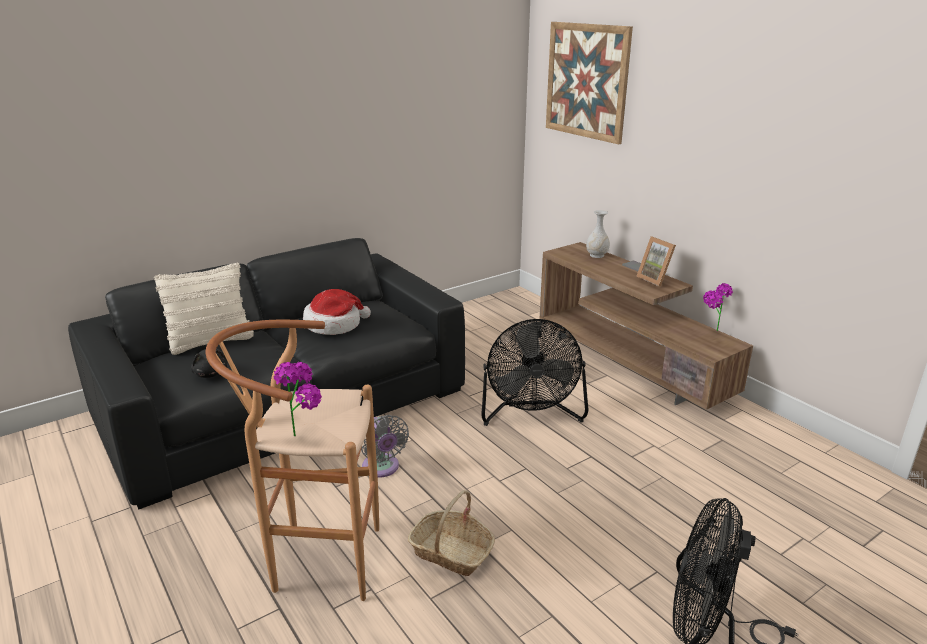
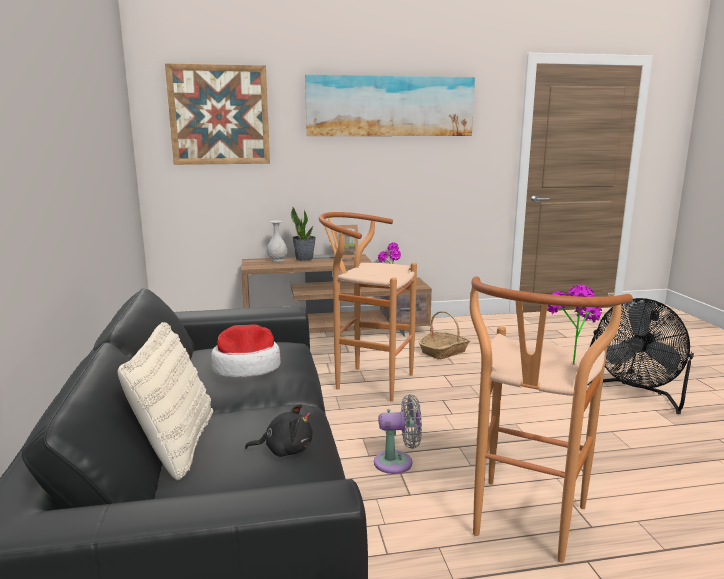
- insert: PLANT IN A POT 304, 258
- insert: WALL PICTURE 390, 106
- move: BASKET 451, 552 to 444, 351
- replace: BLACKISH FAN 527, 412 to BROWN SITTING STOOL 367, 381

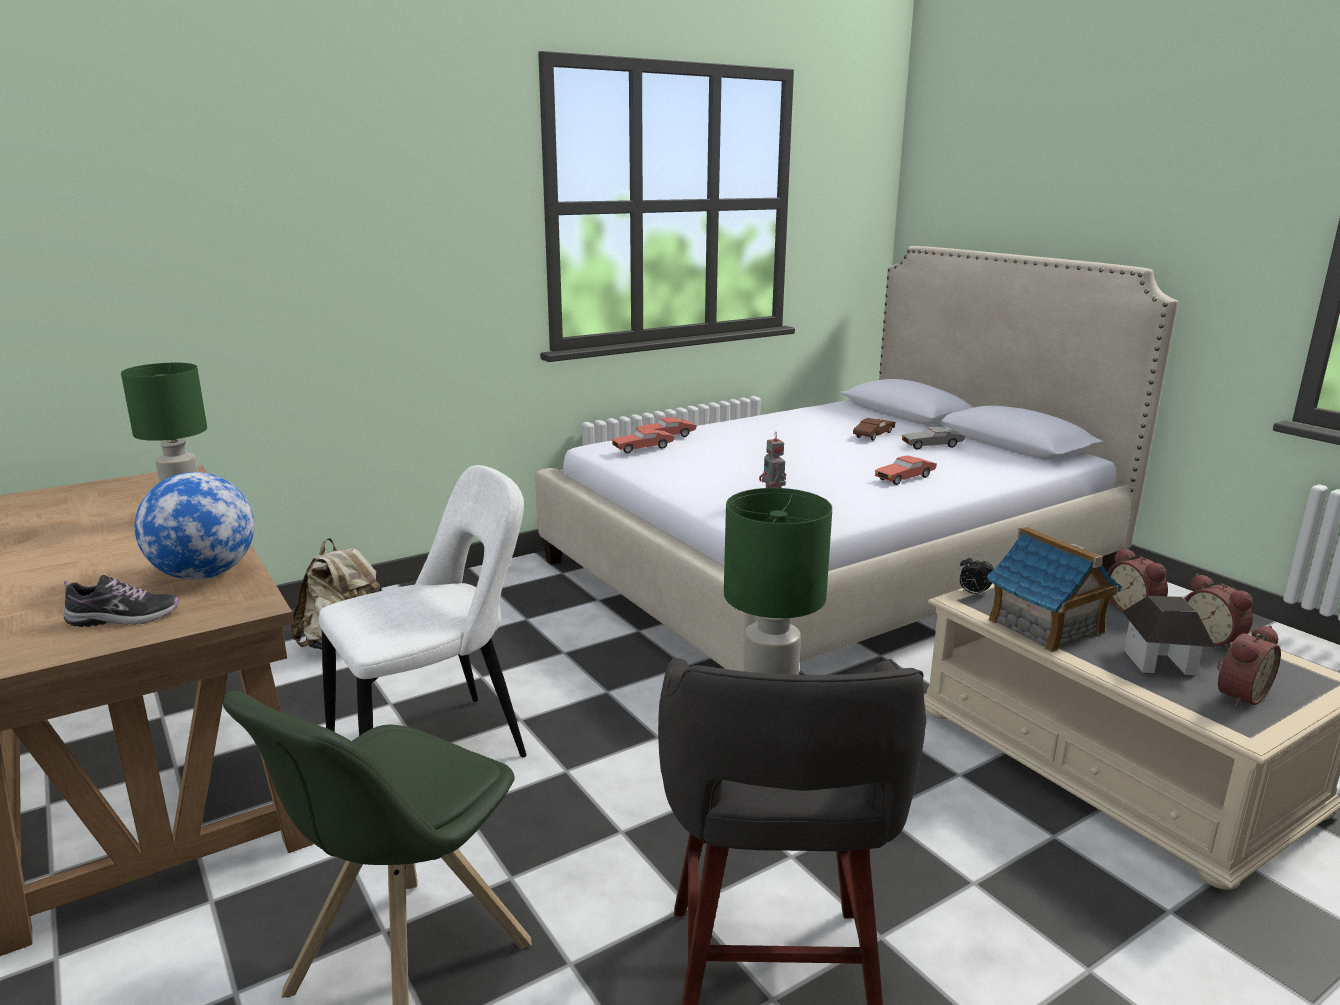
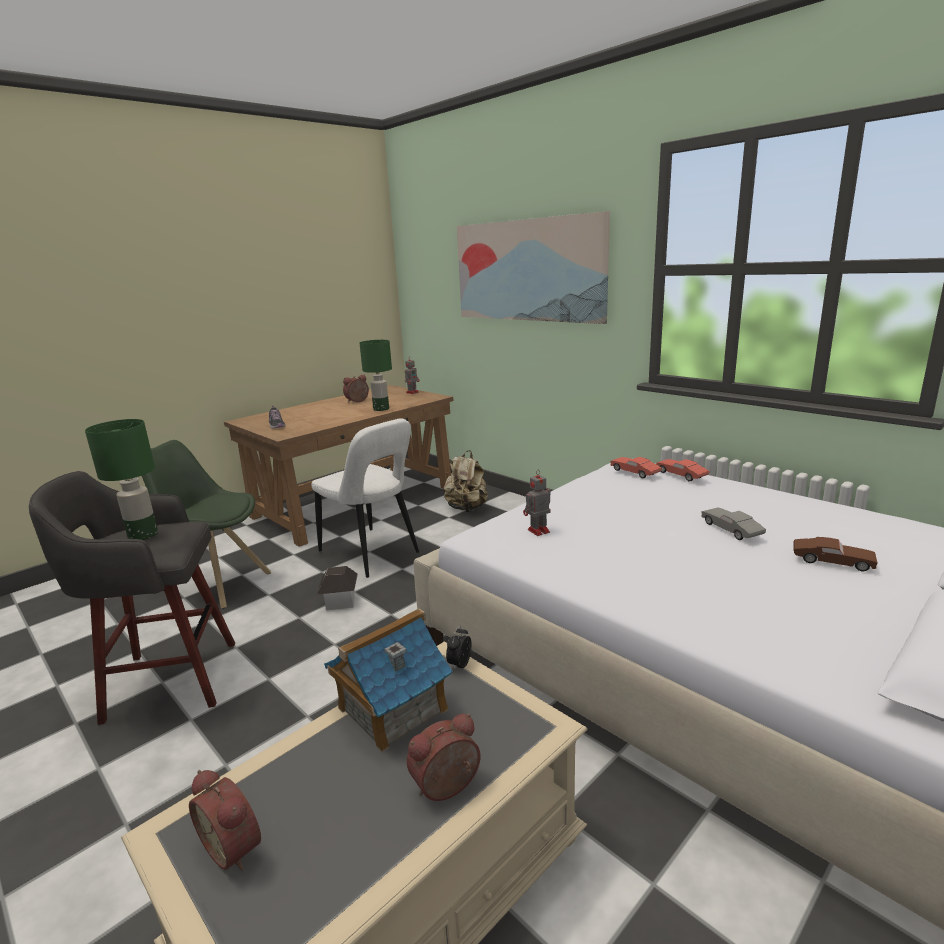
- delete: DESK GLOBE 205, 575
- delete: RED MODEL CAR 905, 478
- insert: TOY ROBOT 412, 392
- insert: WALL PICTURE 527, 270
- move: GREYISH MODEL CAR 932, 446 to 731, 530
- move: MINIATURE HOUSE 1159, 662 to 340, 601
- move: ALARM CLOCK 1212, 640 to 358, 401

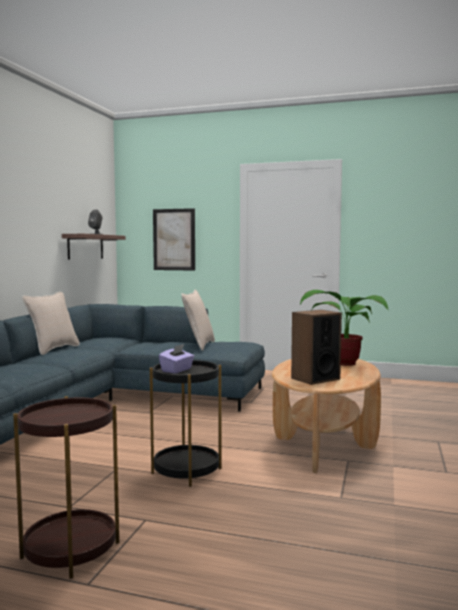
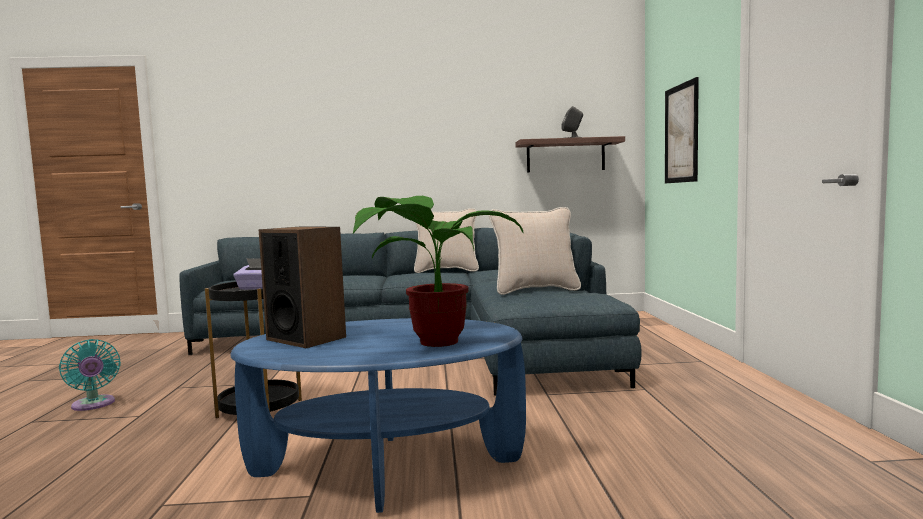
- replace: BROWN ACCENT TABLE 70, 550 to TURQUOISE FAN 93, 405
- recolor: BROWN COFFEE TABLE 324, 443 to BLUISH COFFEE TABLE 386, 468

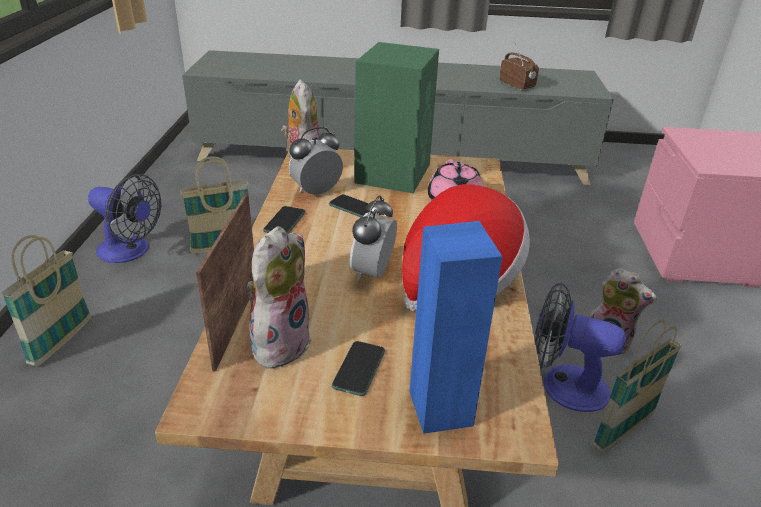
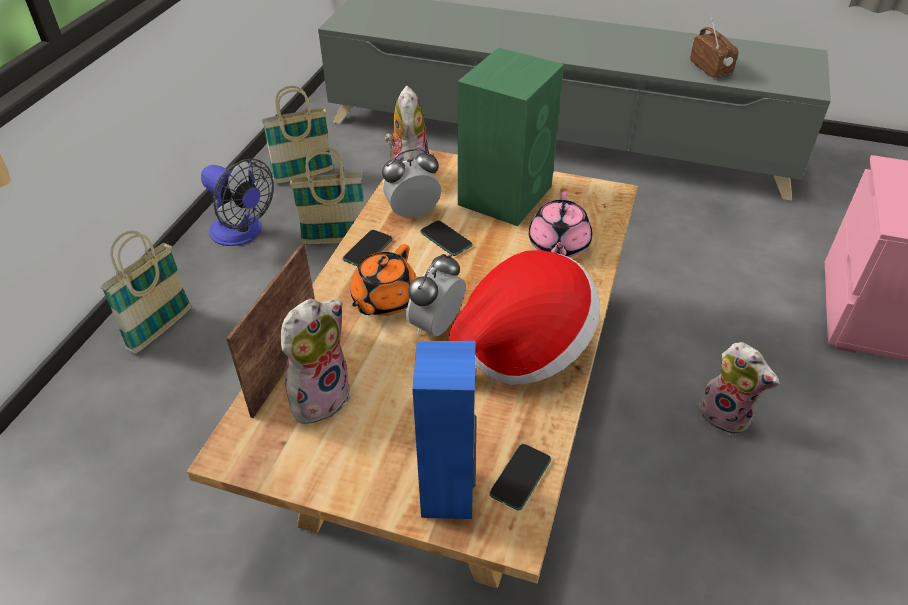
- delete: FAN 563, 384
- insert: ORANGE-COLOURED TEA POT 384, 300
- move: HANDSET 359, 369 to 520, 477
- move: BASKET 623, 430 to 303, 175

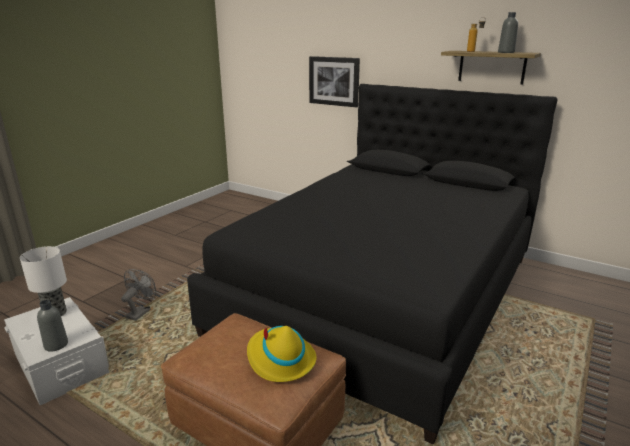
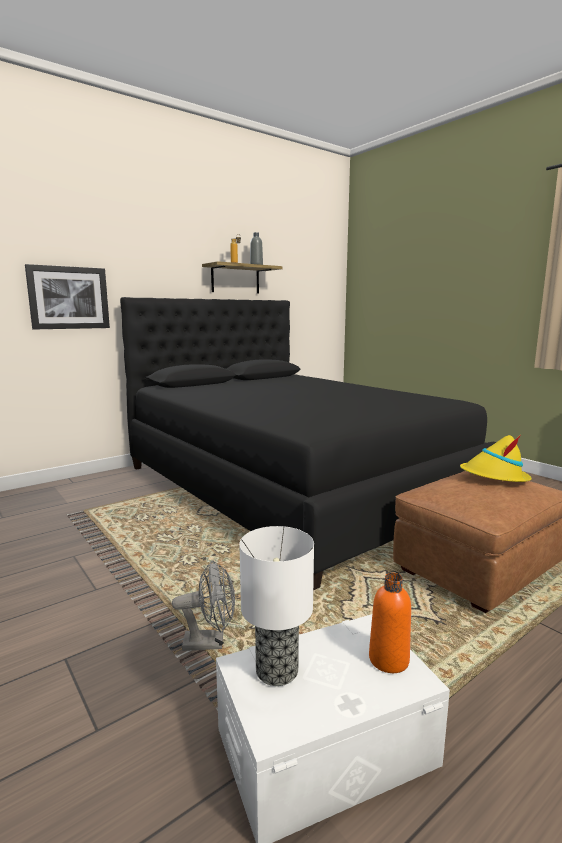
- recolor: GREYISH BEVERAGE BOTTLE 56, 345 to ORANGE-COLOURED BEVERAGE BOTTLE 388, 659
- rotate: GREYISH FAN 140, 312 = 210, 642 135 degrees clockwise

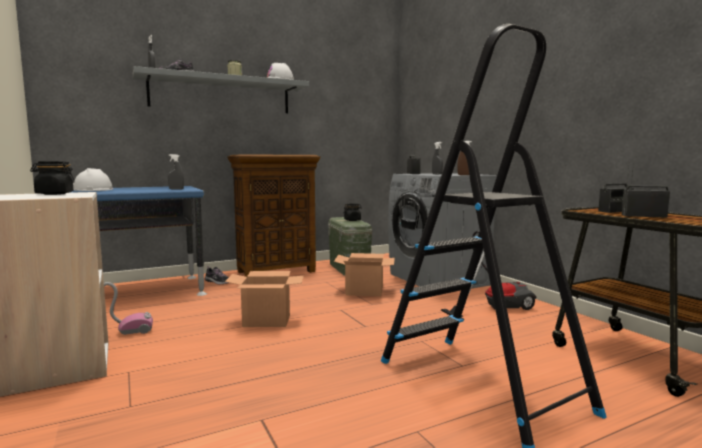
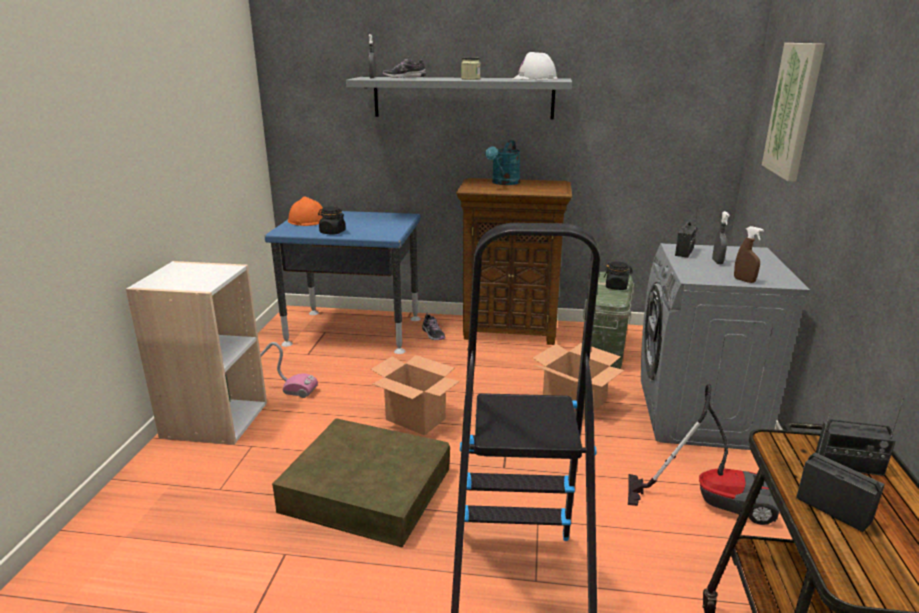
- delete: GREYISH SPRAY BOTTLE 176, 189
- insert: BROWN STORAGE BIN 366, 489
- insert: TURQUOISE WATERING POT 503, 183
- insert: WALL PICTURE 794, 110
- move: BLACKISH JAR 54, 194 to 332, 232
- recolor: WHITE HARD HAT 92, 190 to ORANGE-COLOURED HARD HAT 307, 220

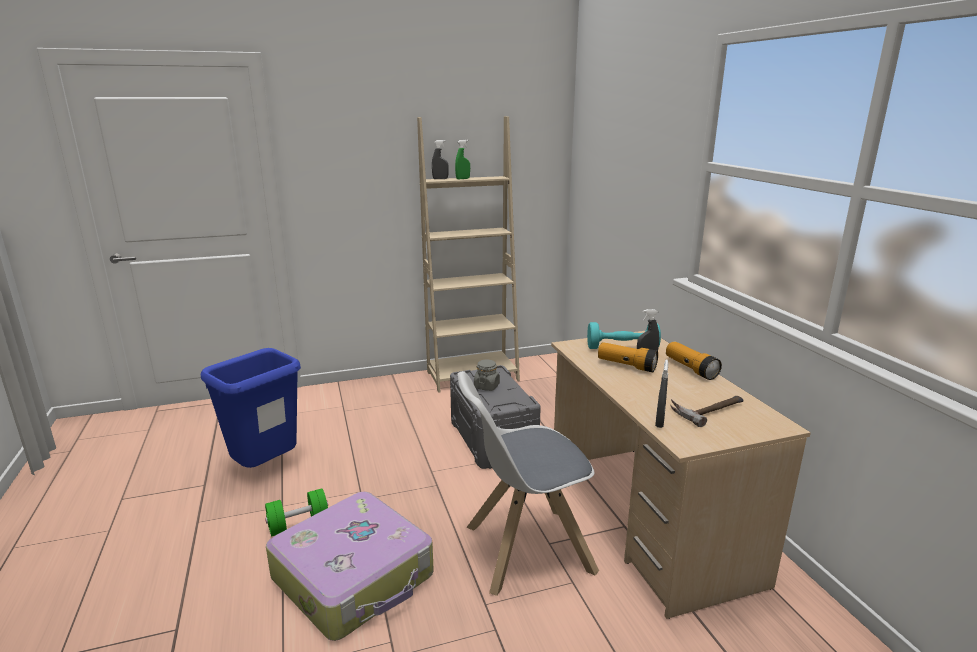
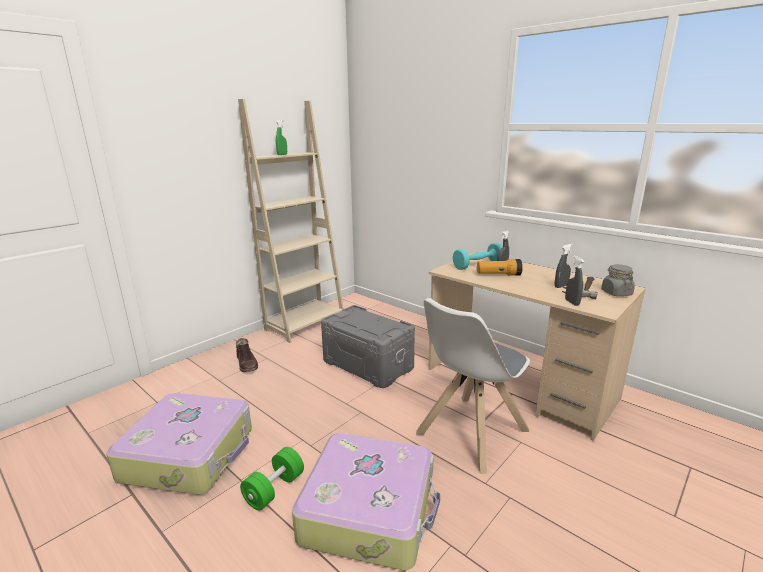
- delete: FLASHLIGHT 690, 369
- insert: BROWN BOOT 247, 364
- move: GREYISH SPRAY BOTTLE 440, 179 to 561, 286
- move: GREYISH JAR 486, 386 to 616, 293
- replace: BLUISH RUBBISH BIN 267, 469 to SUITCASE 190, 453

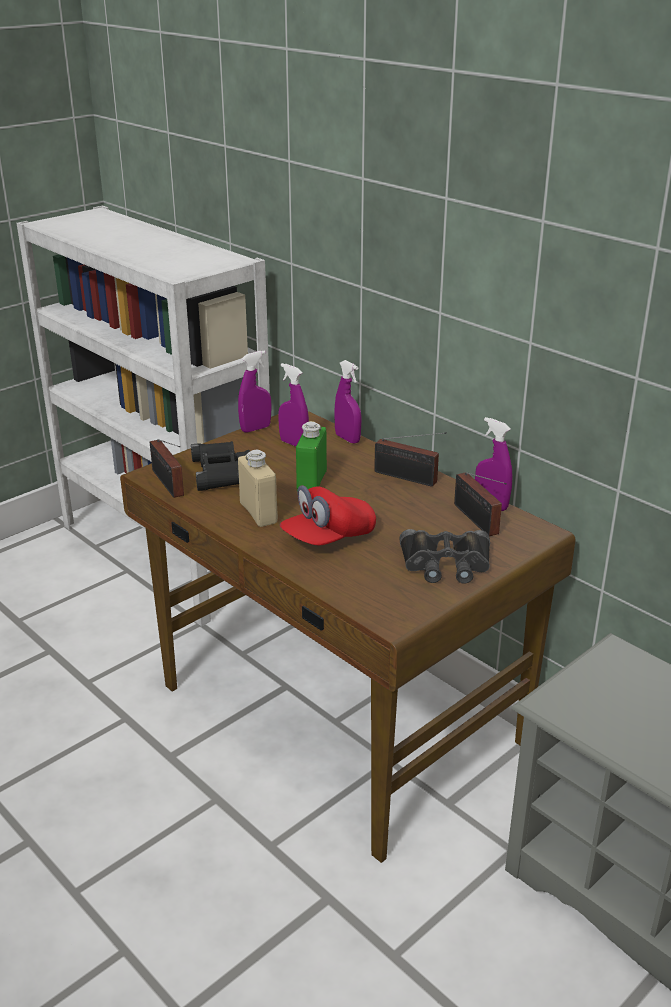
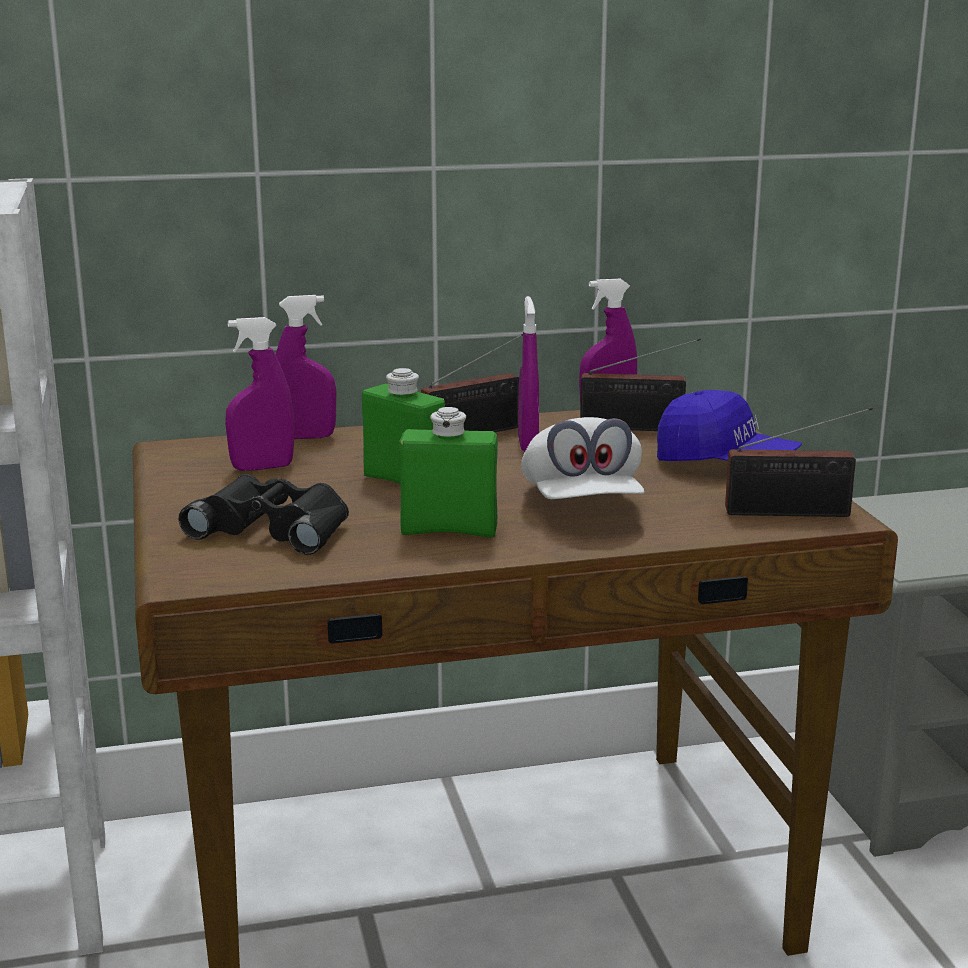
- move: RADIO RECEIVER 168, 484 to 794, 513
- move: PURPLE-COLOURED SPRAY BOTTLE 255, 428 to 528, 444
- replace: BLACKISH FIELD GLASSES 445, 564 to BLUISH PEAKED CAP 724, 464
- recolor: SAND-COLOURED BEVERAGE BOTTLE 258, 513 to GREEN-COLOURED BEVERAGE BOTTLE 449, 530
- recolor: RED PEAKED CAP 328, 538 to WHITE PEAKED CAP 582, 505

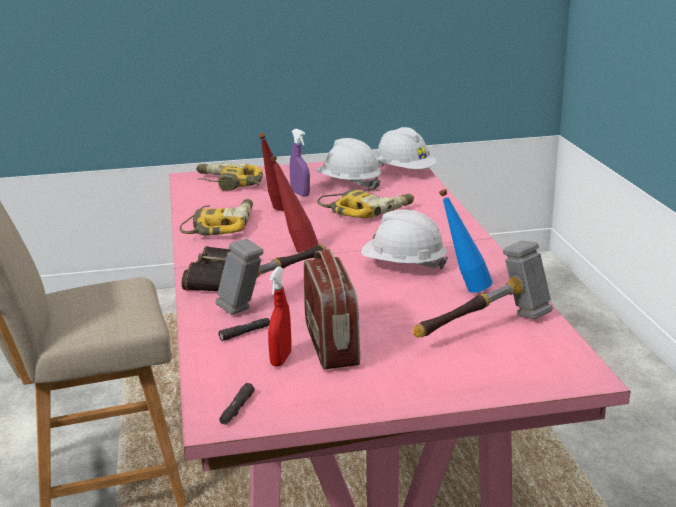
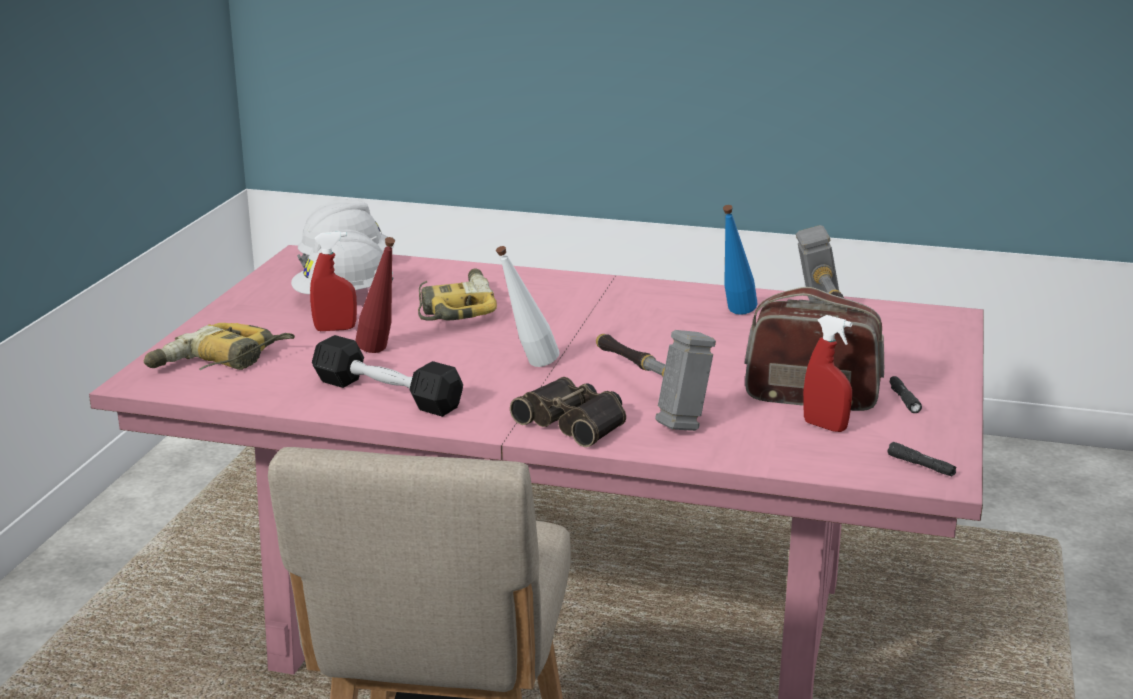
- delete: WHITE HARD HAT 403, 266
- move: BLACKISH FLASHLIGHT 245, 333 to 903, 399
- replace: DRILL 220, 226 to BLACKISH DUMBBELL 387, 394
- recolor: RED BEVERAGE BOTTLE 295, 249 to WHITE BEVERAGE BOTTLE 528, 366
- recolor: PURPLE-COLOURED SPRAY BOTTLE 300, 194 to RED SPRAY BOTTLE 335, 329

